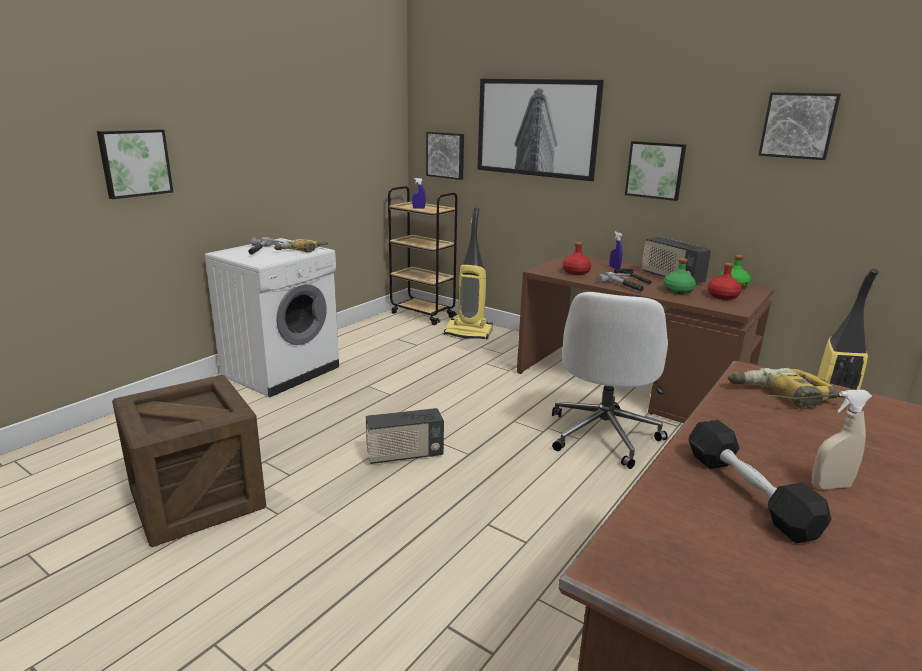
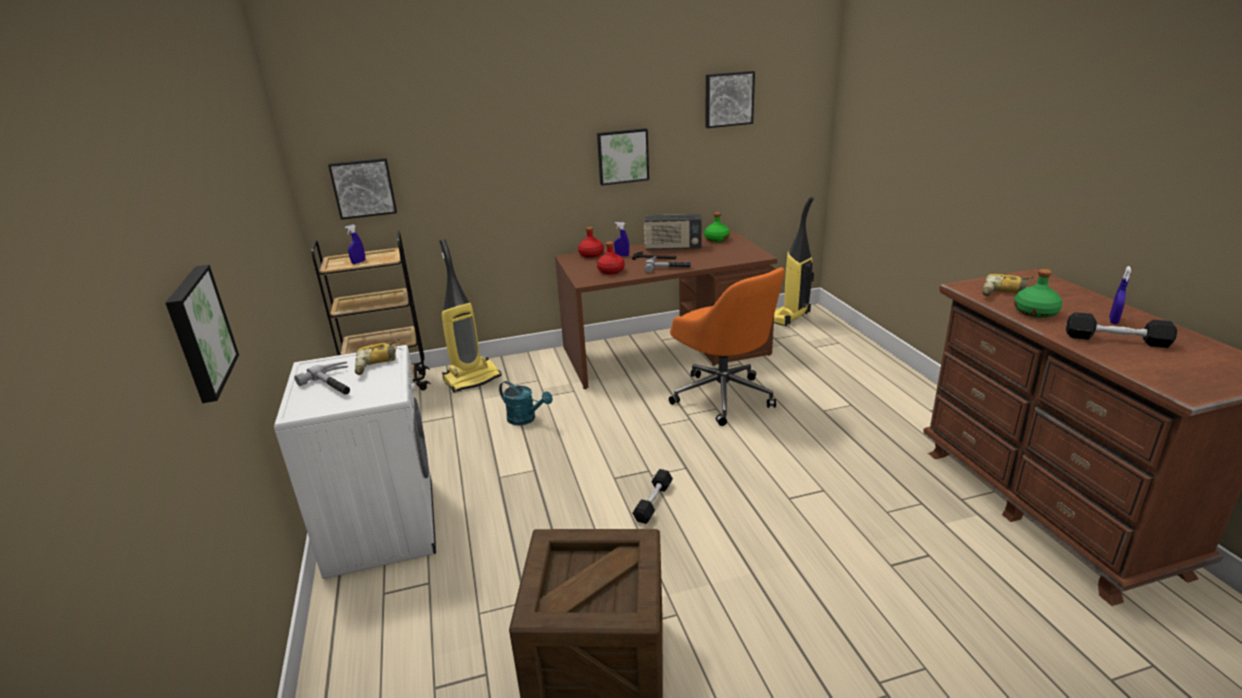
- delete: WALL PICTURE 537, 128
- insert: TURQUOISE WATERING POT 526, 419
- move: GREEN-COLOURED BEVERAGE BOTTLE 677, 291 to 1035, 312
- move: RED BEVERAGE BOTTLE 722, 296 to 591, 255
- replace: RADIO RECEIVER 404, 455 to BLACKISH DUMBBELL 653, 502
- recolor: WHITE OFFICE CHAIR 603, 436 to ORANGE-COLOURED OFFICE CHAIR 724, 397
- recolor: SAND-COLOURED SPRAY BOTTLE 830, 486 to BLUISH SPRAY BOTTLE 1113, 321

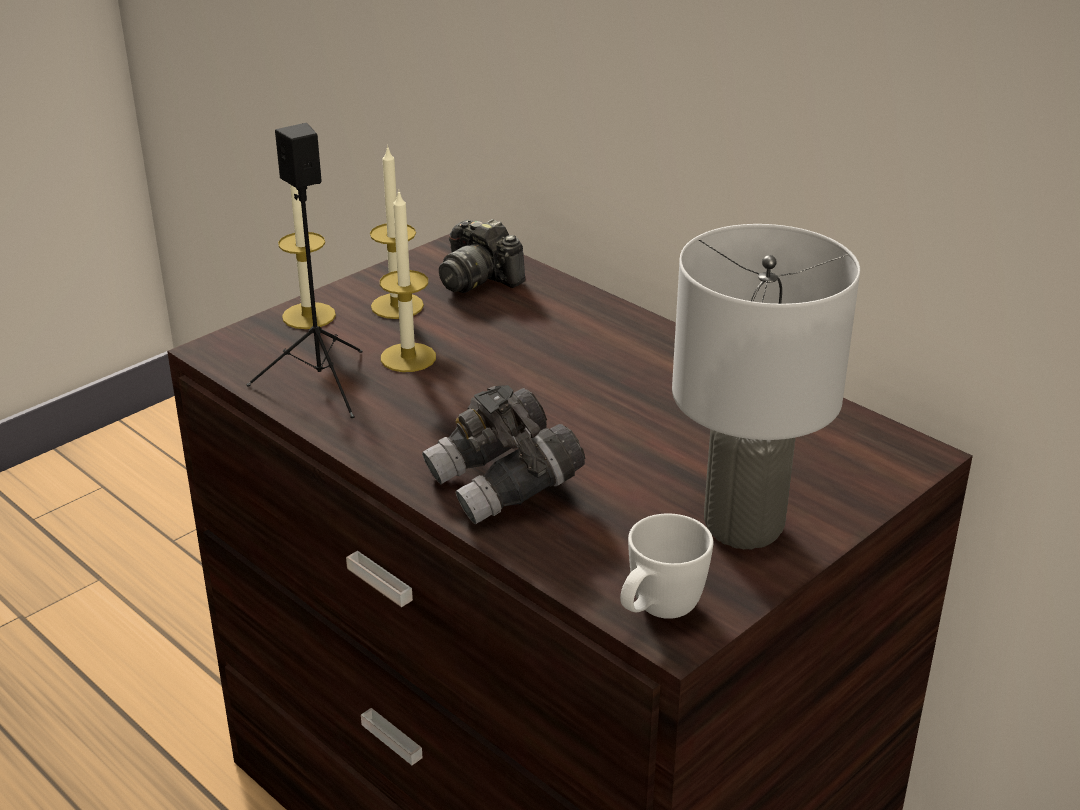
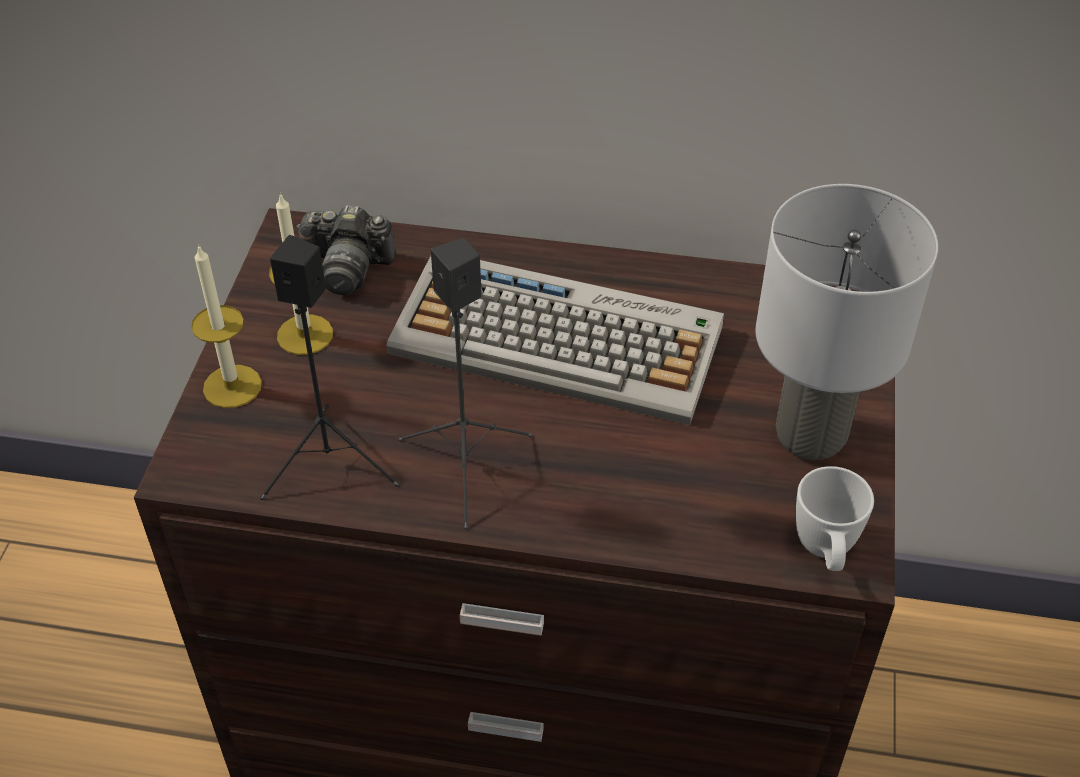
- delete: WAX CANDLE 408, 357
- delete: GREYISH FIELD GLASSES 505, 485
- insert: PC KEYBOARD 560, 339
- insert: BLACKISH LOUDSPEAKER 466, 467

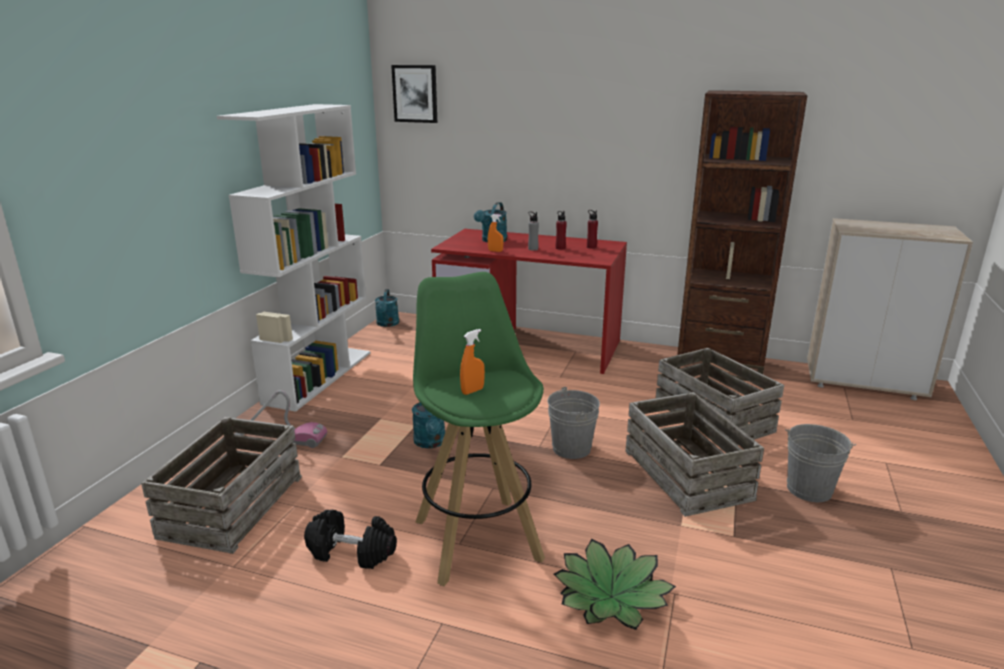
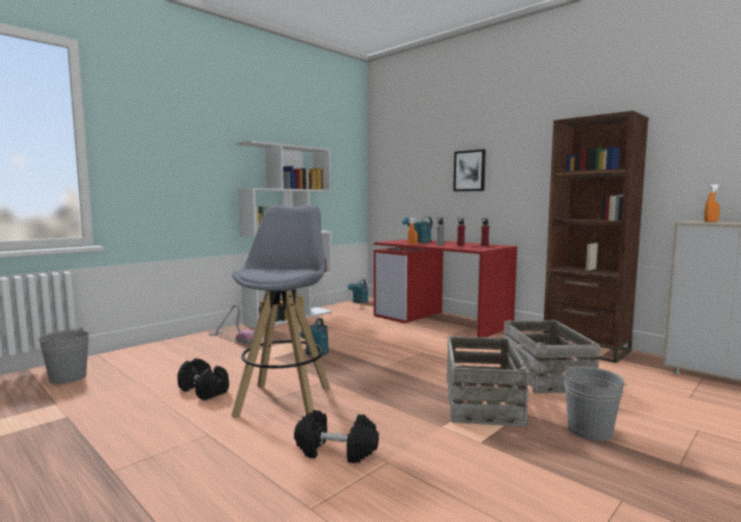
- delete: SHIPPING CRATE 231, 506
- move: WALL PICTURE 415, 94 to 469, 171
- move: ORANGE-COLOURED SPRAY BOTTLE 472, 391 to 711, 222
- move: GREYISH BUCKET 571, 448 to 68, 377
- replace: PLANT IN A POT 611, 597 to BLACKISH DUMBBELL 336, 451
- recolor: GREEN-COLOURED SITTING STOOL 477, 537 to GREYISH SITTING STOOL 286, 400

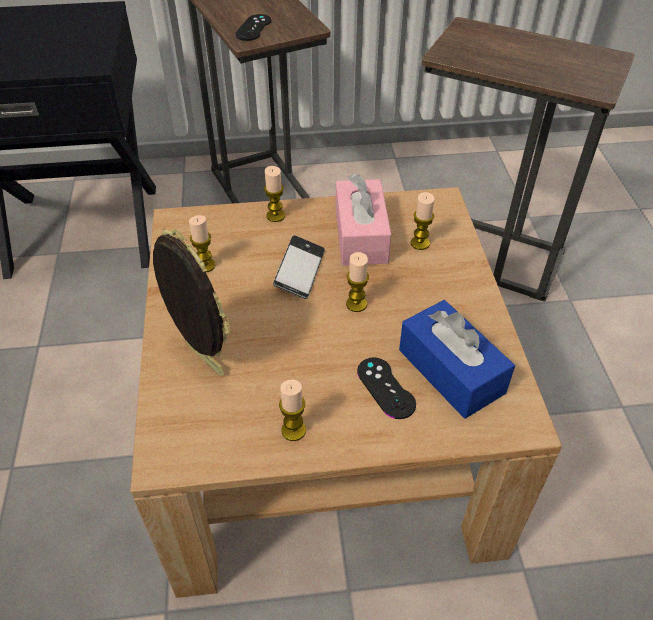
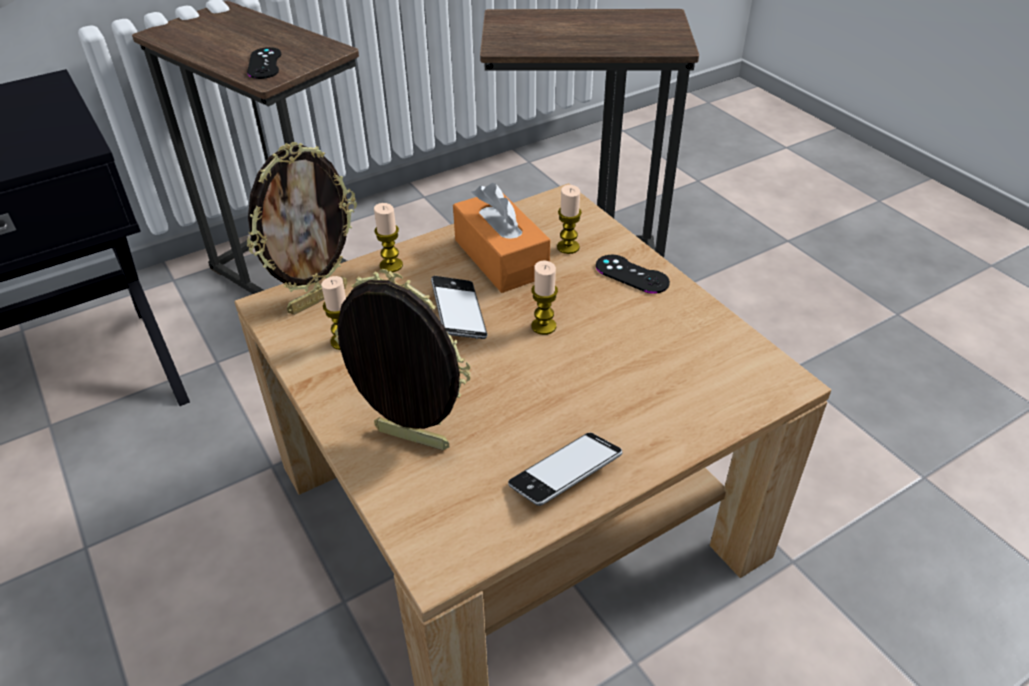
- delete: BLUISH TISSUE BOX 451, 371
- insert: PICTURE FRAME 317, 299
- move: BLACKISH JOYPAD 386, 388 to 632, 274
- replace: WAX CANDLE 293, 430 to HANDSET 565, 474
- recolor: PINKISH TISSUE BOX 361, 235 to ORANGE-COLOURED TISSUE BOX 501, 258

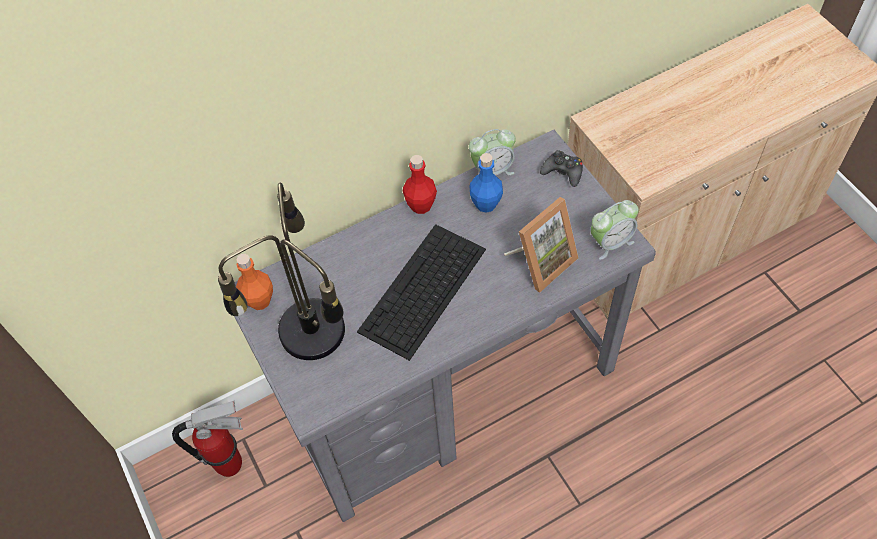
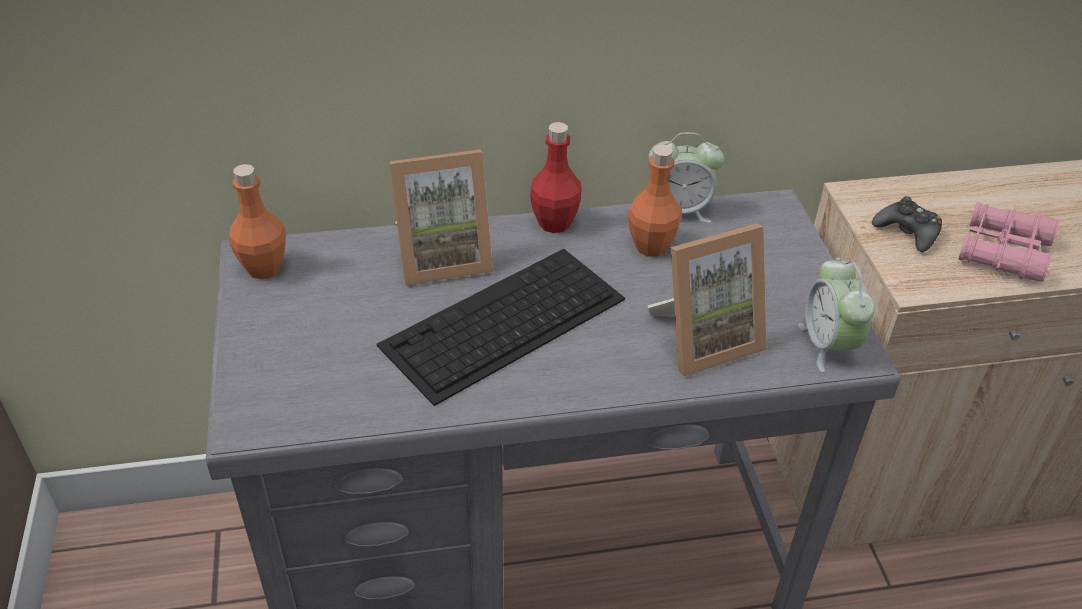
- delete: FIRE-FIGHTING CYLINDER 230, 464
- delete: TABLE LAMP 310, 331
- insert: PICTURE FRAME 442, 257
- insert: PINKISH FIELD GLASSES 1003, 252
- move: BLACKISH JOYPAD 563, 172 to 907, 232
- recolor: BLUISH BEVERAGE BOTTLE 486, 204 to ORANGE-COLOURED BEVERAGE BOTTLE 651, 246
- rotate: ALARM CLOCK 610, 242 = 828, 345 90 degrees clockwise

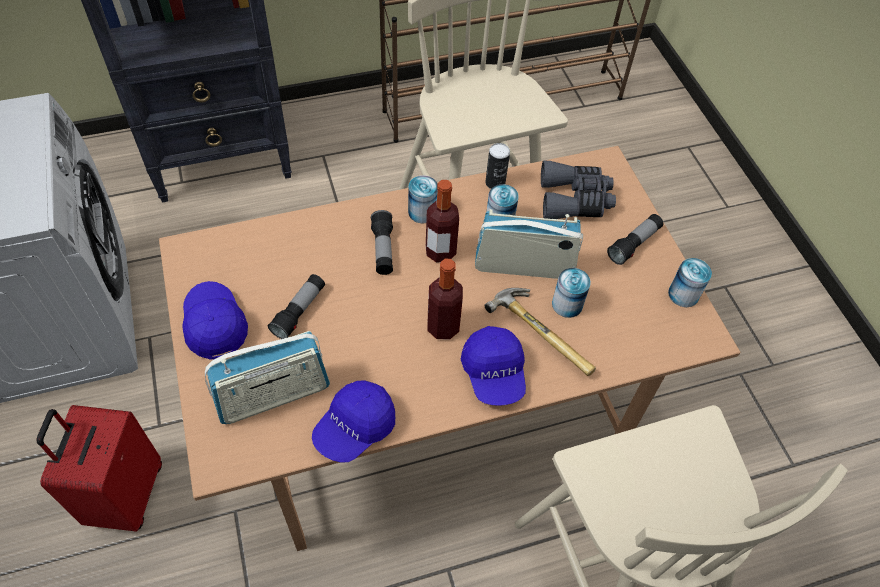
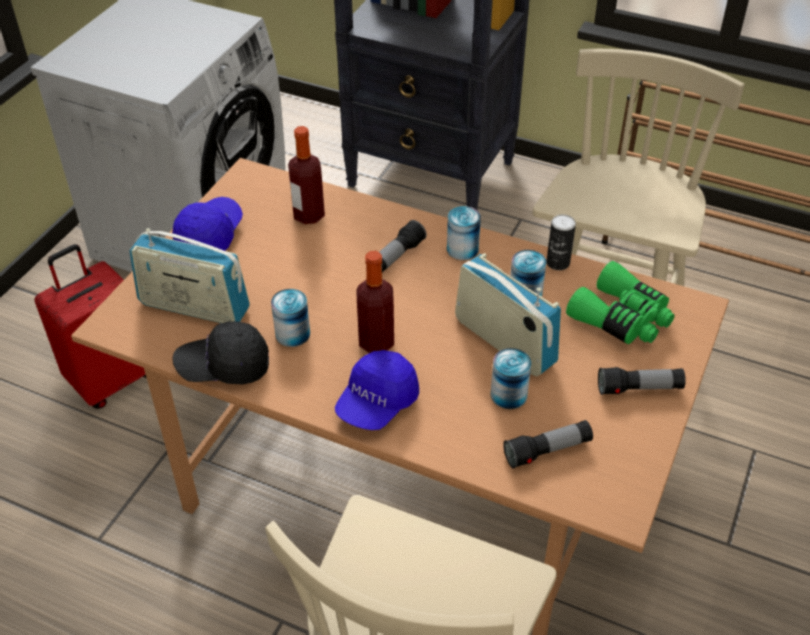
- delete: HAND HAMMER 545, 332
- move: FLASHLIGHT 299, 312 to 547, 451
- move: BEVERAGE BOTTLE 440, 252 to 309, 215
- move: SEALED CAN 683, 294 to 292, 334
- recolor: BLUISH PEAKED CAP 355, 428 to BLACKISH PEAKED CAP 224, 367
- recolor: GREYISH FIELD GLASSES 575, 200 to GREEN-COLOURED FIELD GLASSES 622, 318

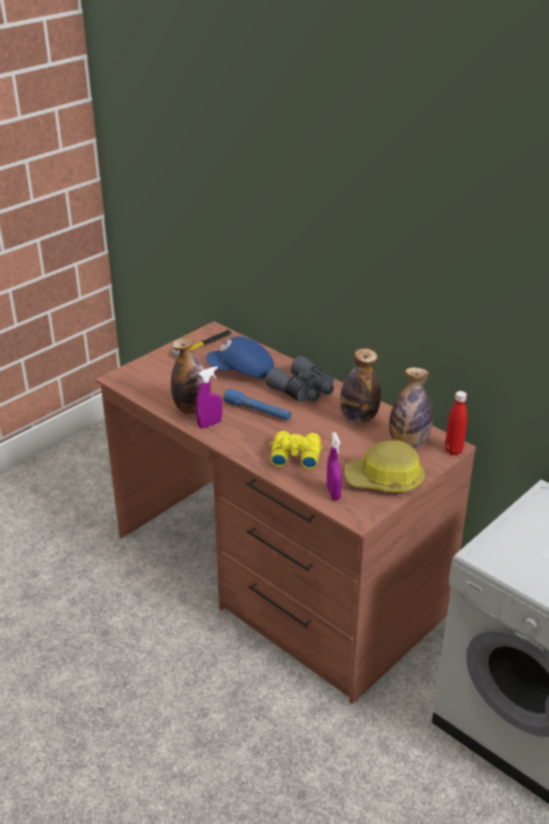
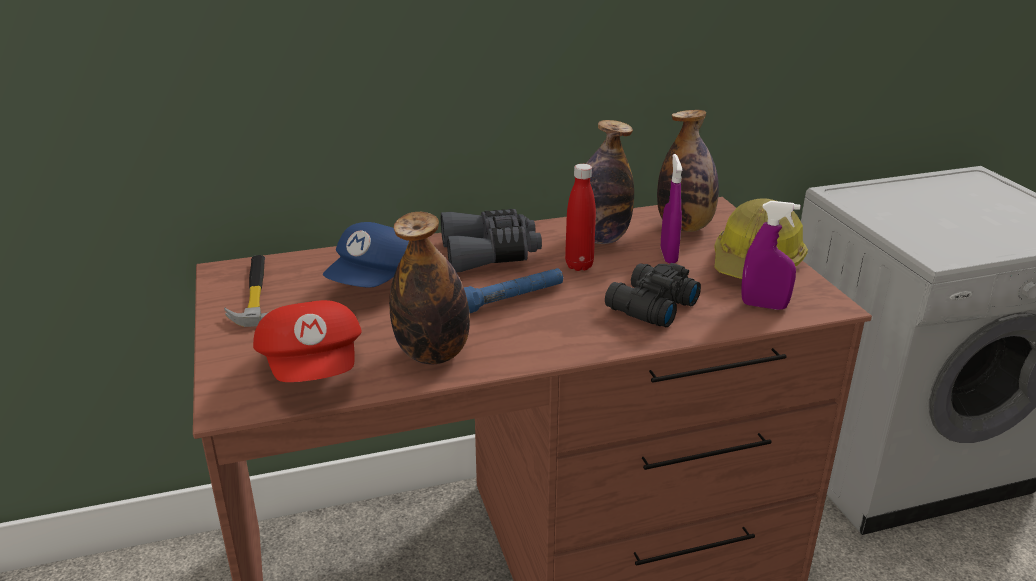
- insert: RED PEAKED CAP 314, 368
- move: PURPLE-COLOURED SPRAY BOTTLE 209, 424 to 668, 256
- move: RED BEVERAGE BOTTLE 453, 451 to 579, 265
- recolor: YELLOW FIELD GLASSES 294, 455 to BLACKISH FIELD GLASSES 649, 306

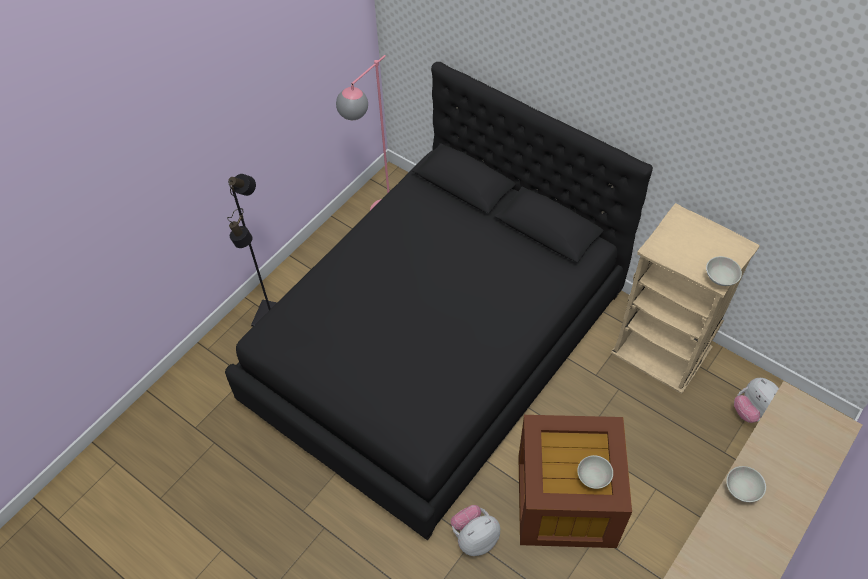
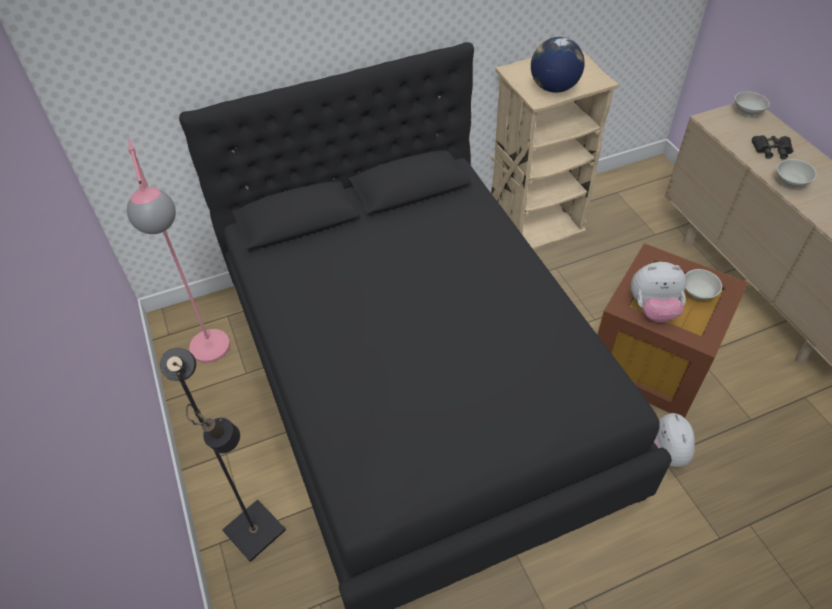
- insert: DESK GLOBE 553, 88
- insert: BLACKISH FIELD GLASSES 771, 150
- move: WHITE BOWL 720, 279 to 746, 113
- move: SOFT TOY 753, 411 to 653, 309

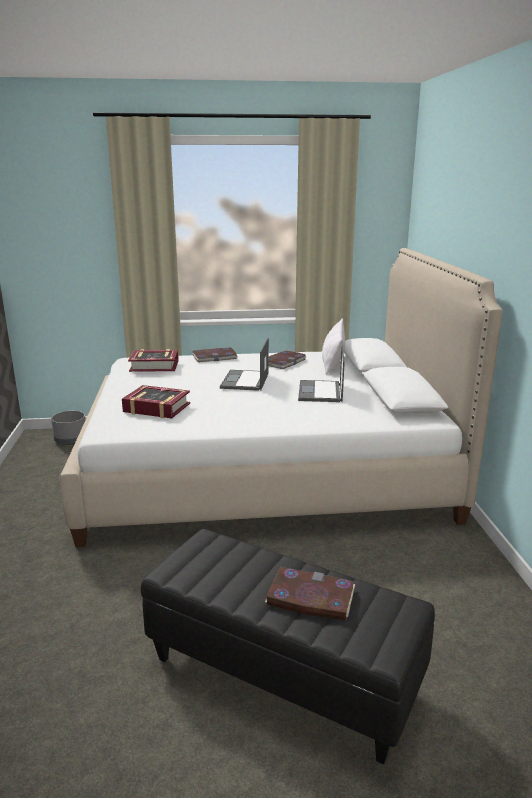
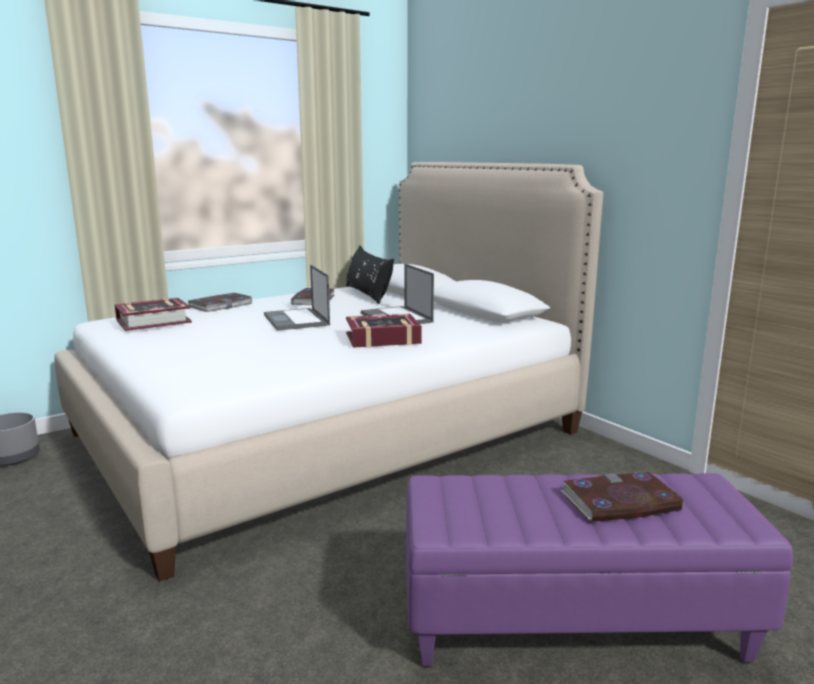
- move: BOOK 156, 408 to 383, 339
- recolor: BLACKISH FOOTREST 281, 677 to PURPLE-COLOURED FOOTREST 573, 626
- recolor: WHITE PILLOW 333, 362 to BLACKISH PILLOW 368, 294

